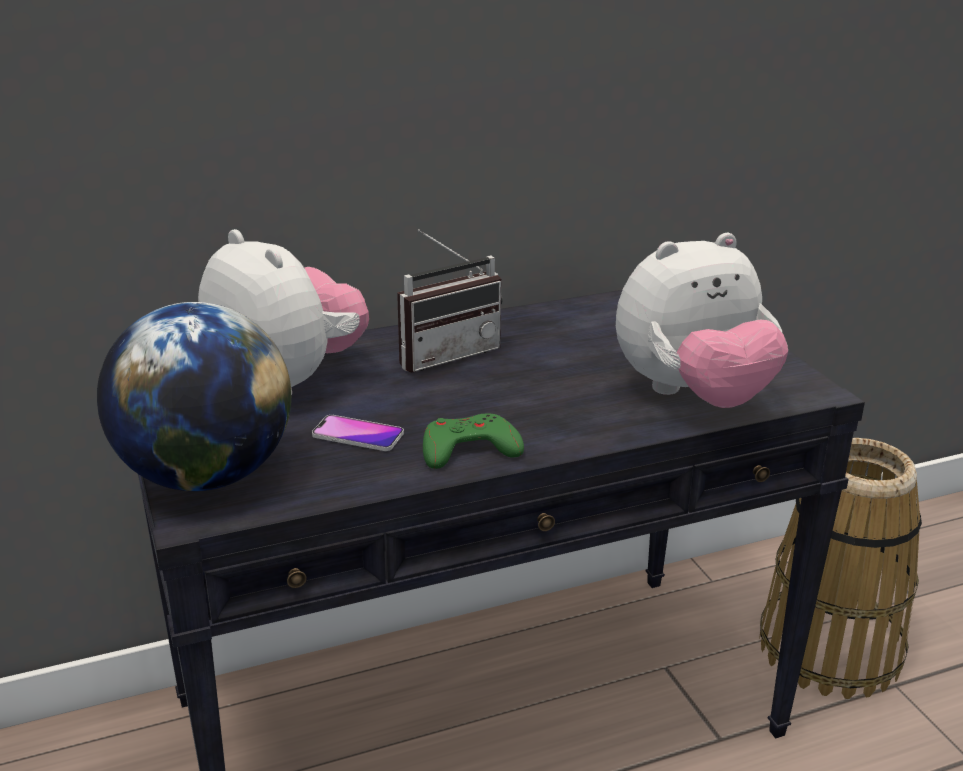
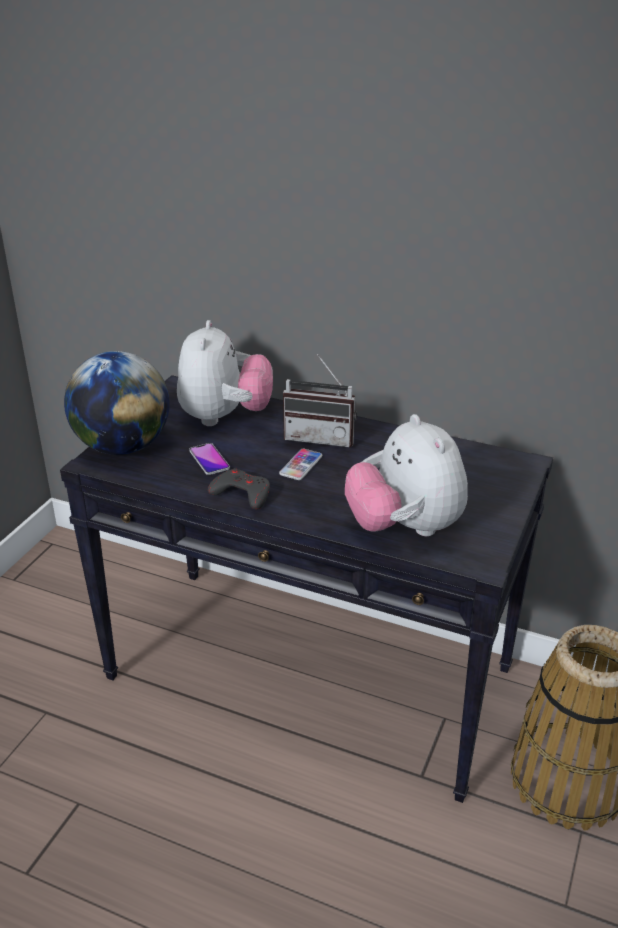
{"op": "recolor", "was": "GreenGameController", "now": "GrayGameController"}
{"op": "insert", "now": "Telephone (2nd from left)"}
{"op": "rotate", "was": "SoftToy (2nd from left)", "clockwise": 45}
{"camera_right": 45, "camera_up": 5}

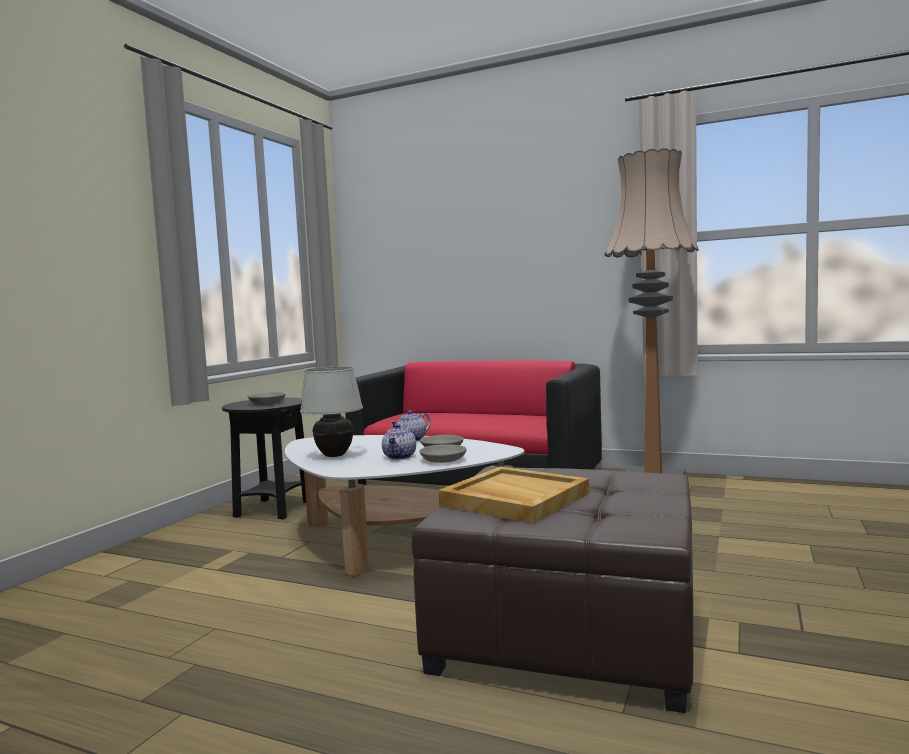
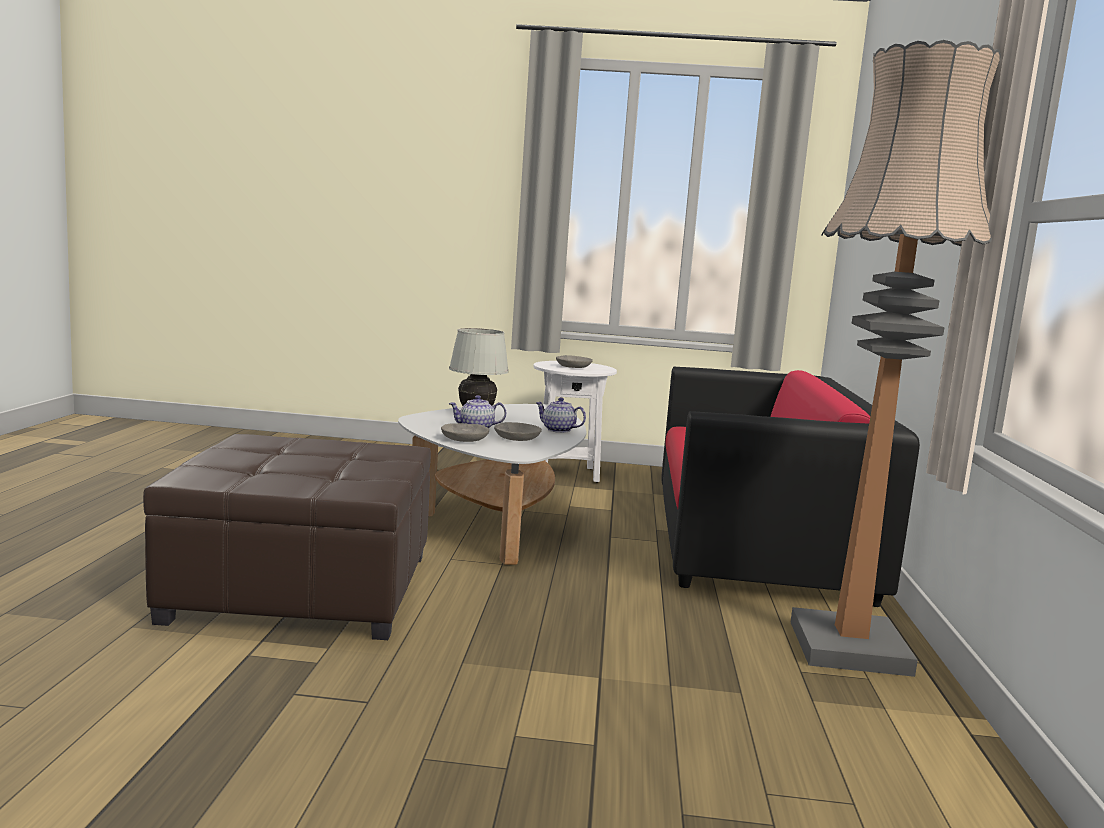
{"op": "recolor", "was": "BlackColouredEndTable", "now": "WhiteEndTable"}
{"op": "delete", "was": "SandColouredCarryingTray"}
{"camera_right": 70, "camera_up": 5}

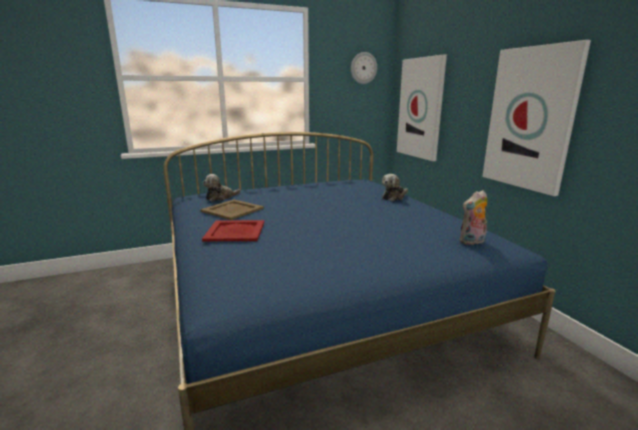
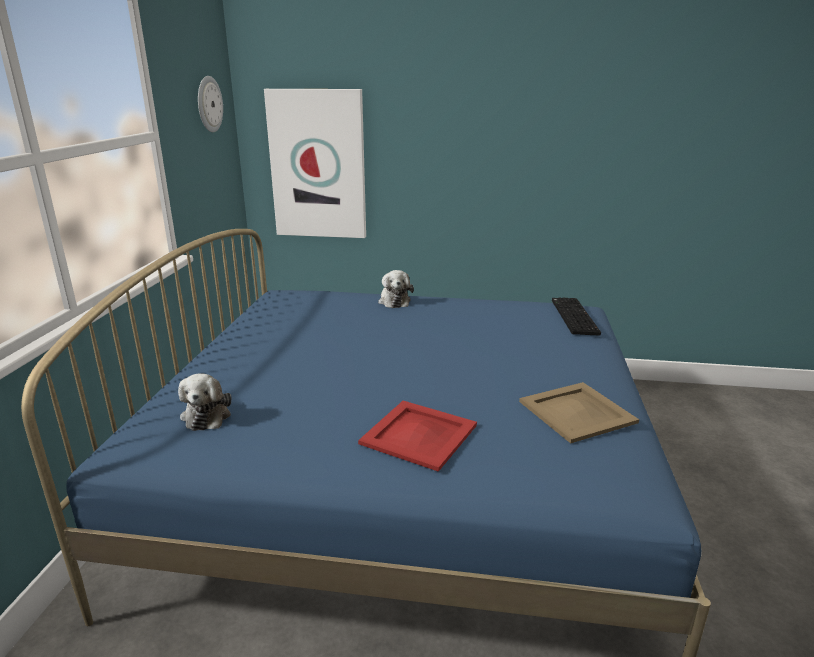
{"op": "move", "was": "SandColouredCarryingTray"}
{"op": "replace", "was": "SoftToy (3rd from left)", "now": "ComputerKeyboard"}
{"op": "delete", "was": "WallPicture (2nd from left)"}
{"camera_right": -60, "camera_up": 5}

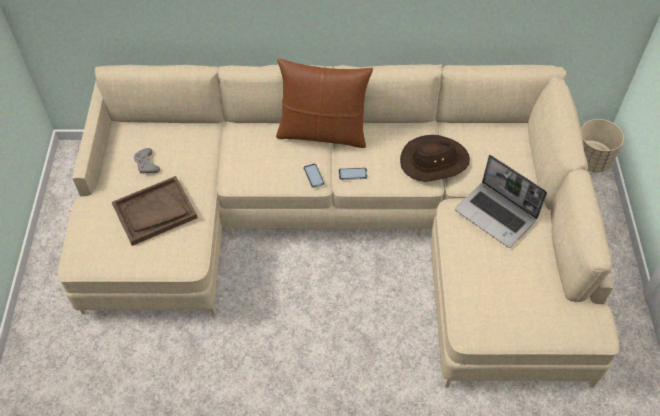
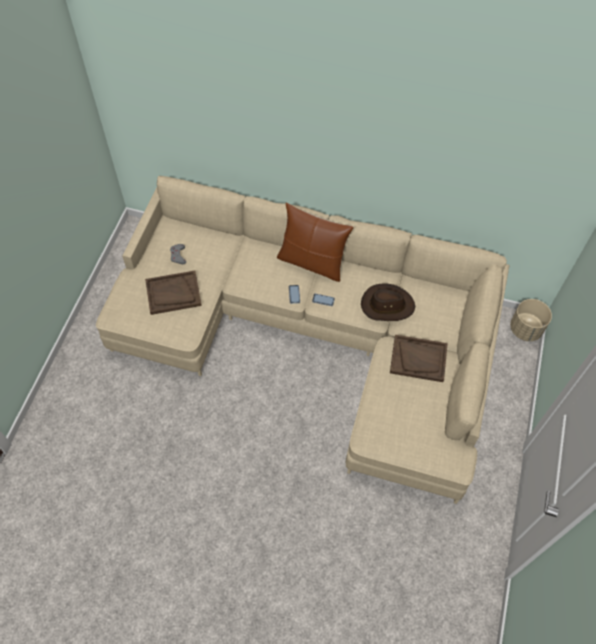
{"op": "replace", "was": "PortableComputer", "now": "BrownColouredCarryingTray (2nd from left)"}
{"camera_right": 15, "camera_up": 5}

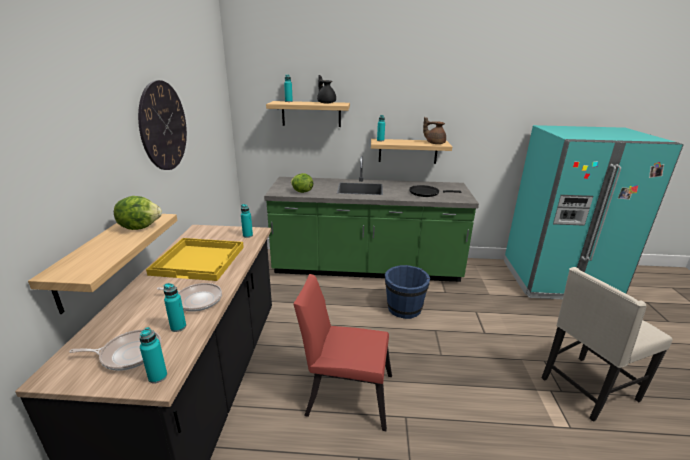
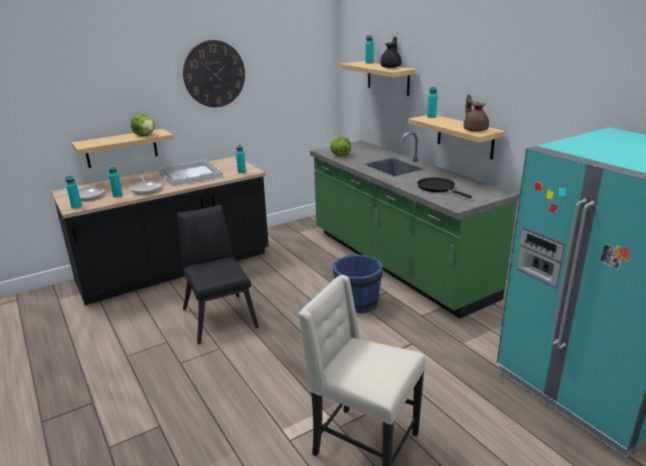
{"op": "recolor", "was": "YellowColouredCarryingTray", "now": "WhiteCarryingTray"}
{"op": "recolor", "was": "ReddishPlainChair", "now": "BlackColouredPlainChair"}
{"camera_right": 55, "camera_up": 0}

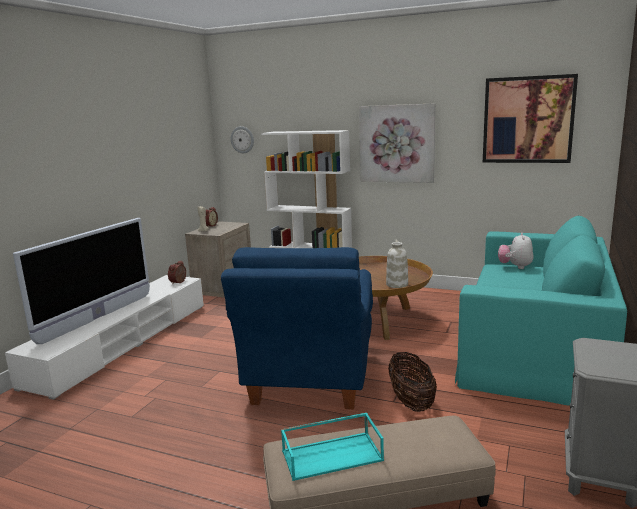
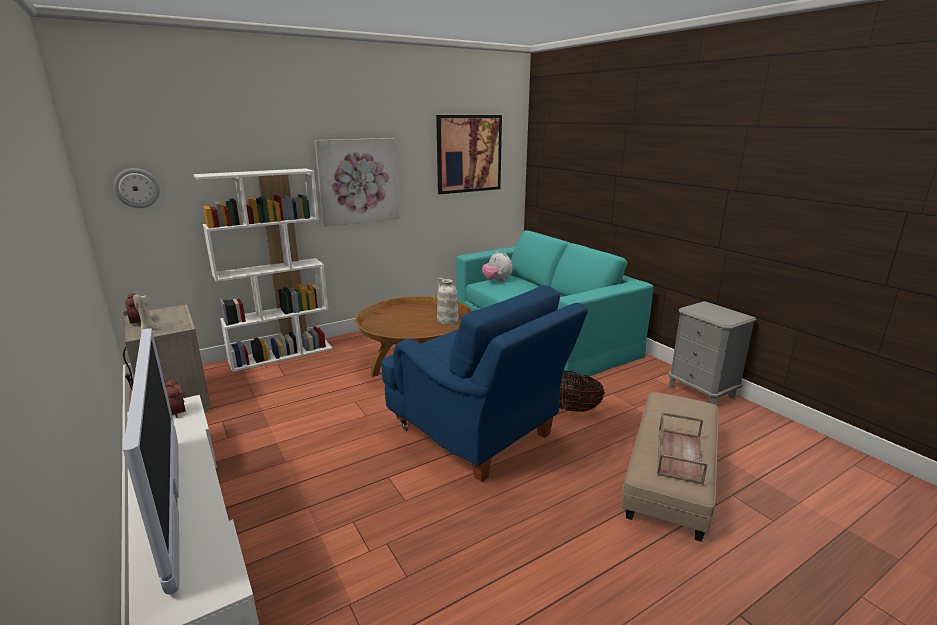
{"op": "recolor", "was": "TurquoiseColouredCarryingTray", "now": "BrownColouredCarryingTray"}
{"camera_right": -55, "camera_up": 5}

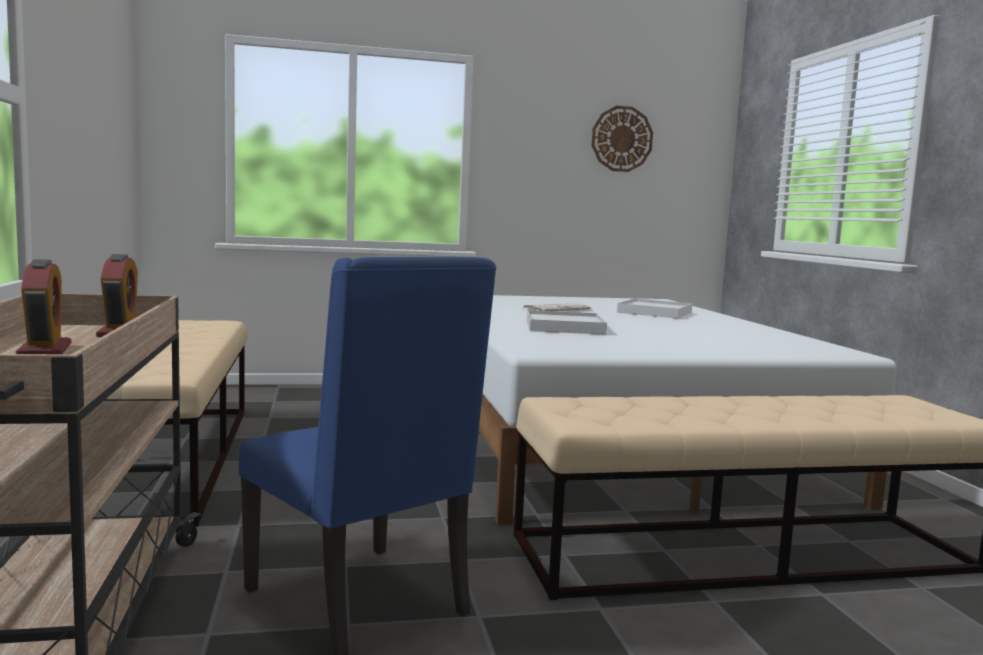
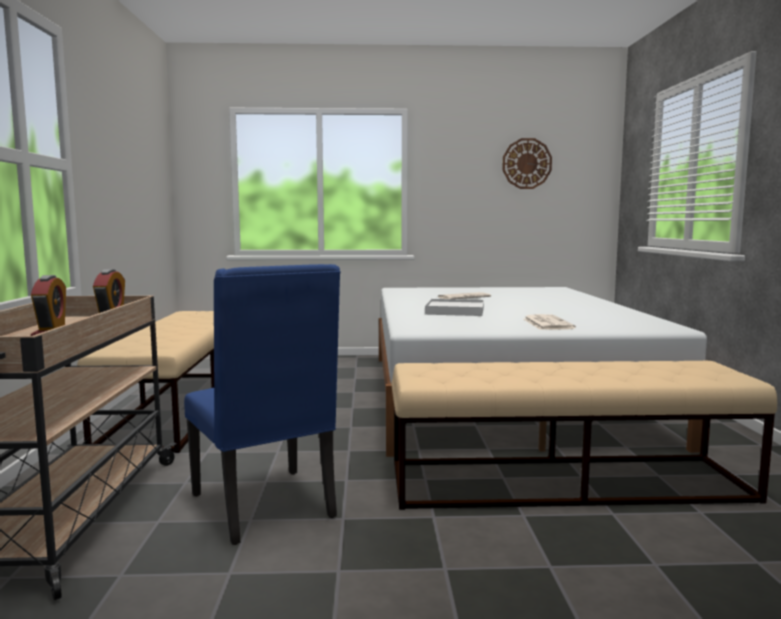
{"op": "insert", "now": "PrintedPaper (2nd from left)"}
{"op": "delete", "was": "WhiteCarryingTray (2nd from left)"}
{"camera_right": 10, "camera_up": 0}

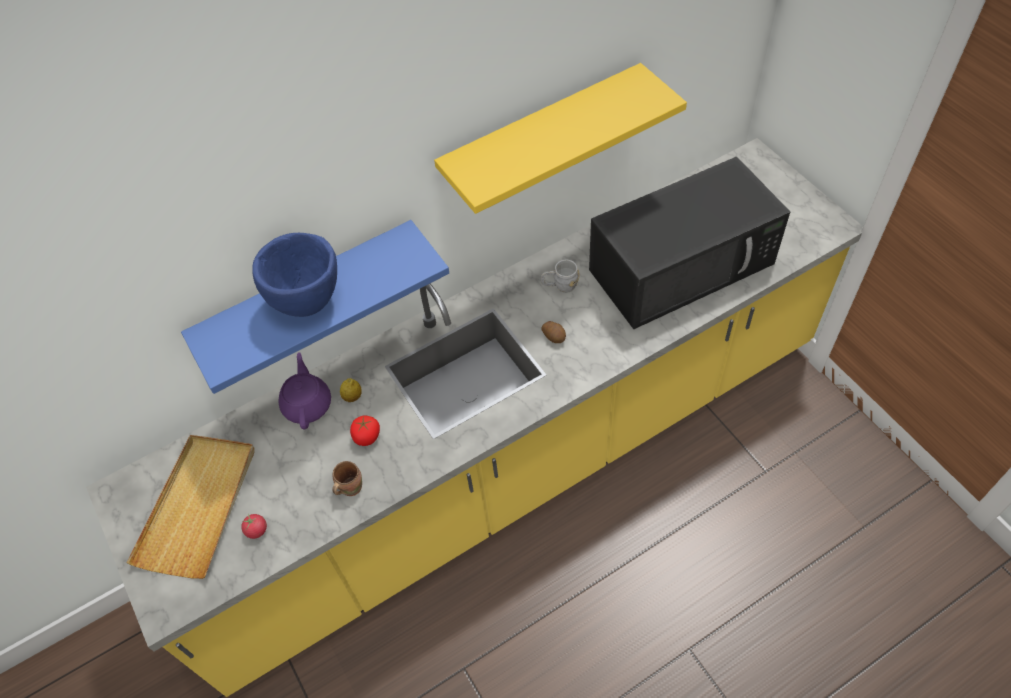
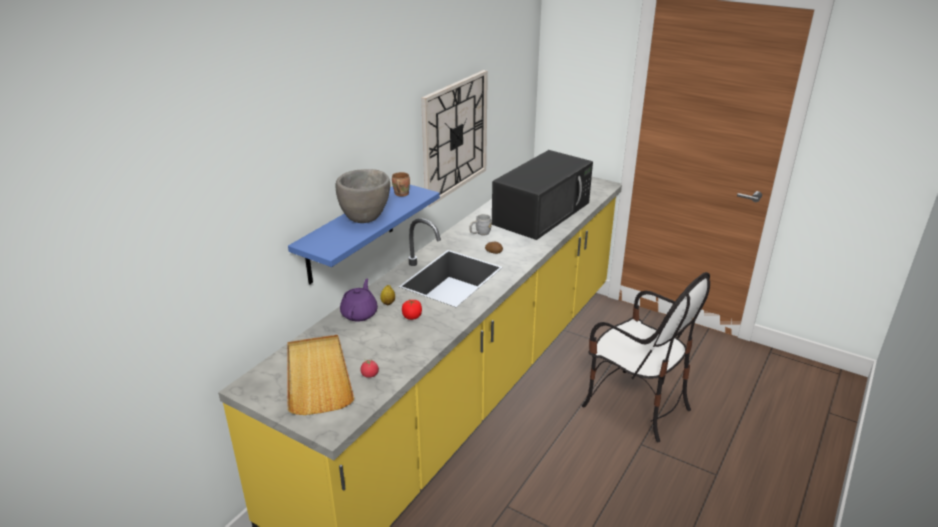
{"op": "recolor", "was": "BlueColouredBowl", "now": "GrayBowl"}
{"op": "rotate", "was": "PurplishTeapot", "clockwise": 45}
{"op": "move", "was": "BrownColouredTeaMug"}
{"op": "replace", "was": "YellowColouredWallShelf", "now": "WallClock"}
{"op": "insert", "now": "PlainChair"}
{"camera_right": -30, "camera_up": -25}

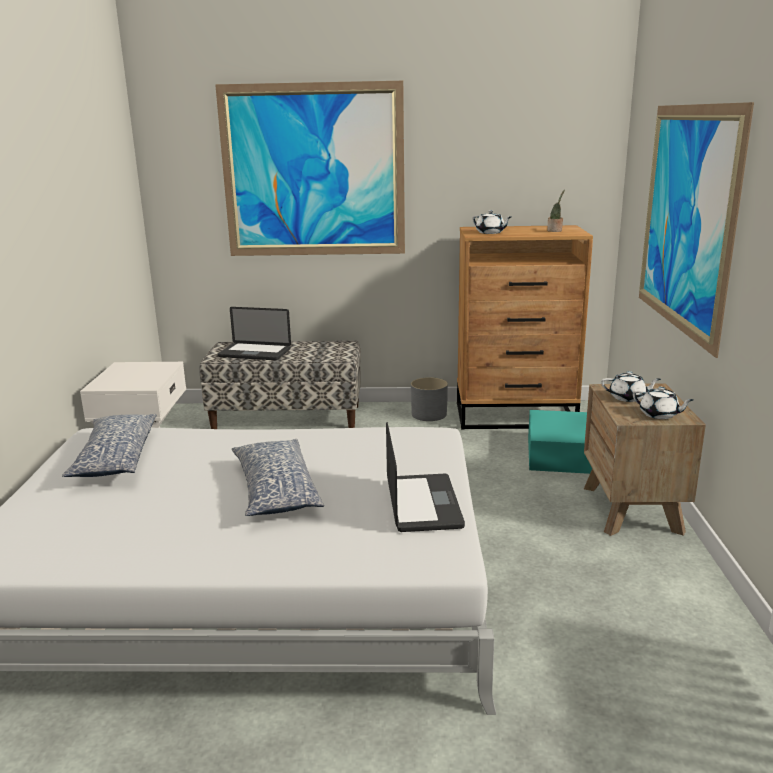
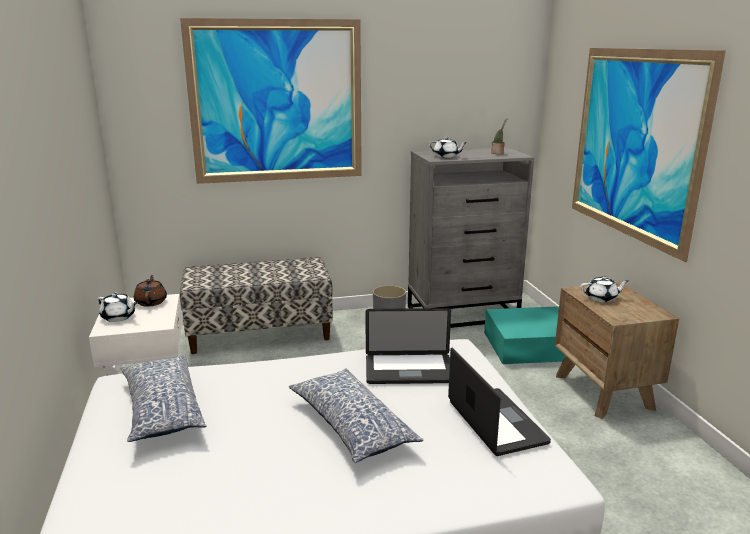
{"op": "move", "was": "WhiteTeapot (3rd from left in the first image)", "now": "WhiteTeapot (1st from left)"}
{"op": "insert", "now": "BrownColouredTeapot"}
{"op": "move", "was": "PortableComputer (1st from left)"}
{"op": "recolor", "was": "BrownColouredChestOfDrawers", "now": "GrayChestOfDrawers"}
{"camera_right": -15, "camera_up": 0}

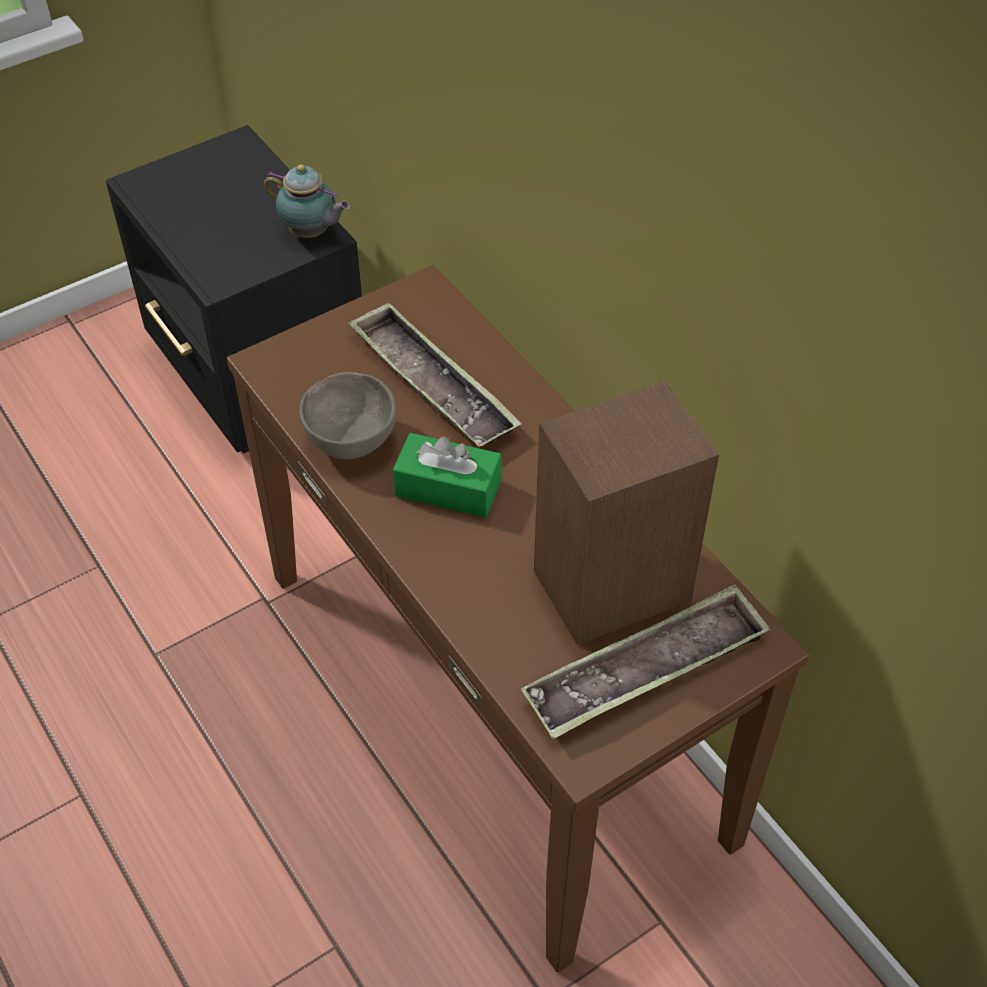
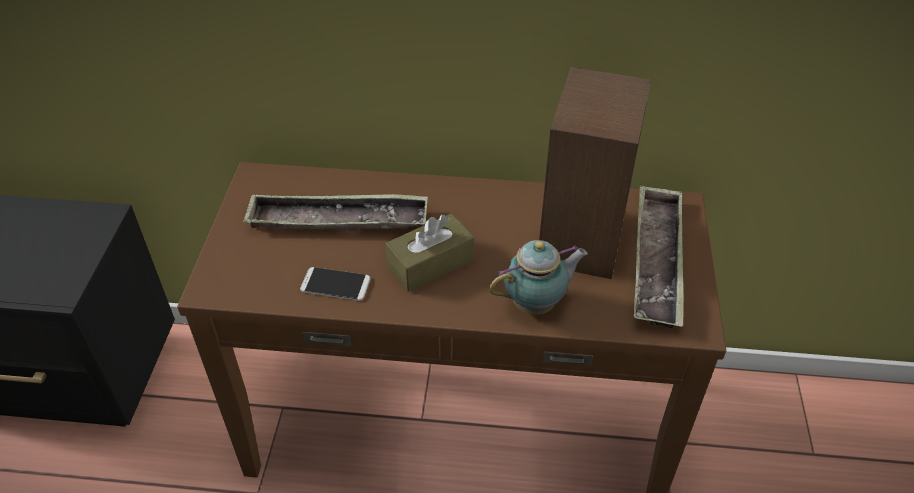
{"op": "replace", "was": "GrayBowl", "now": "Telephone"}
{"op": "recolor", "was": "GreenBoxOfTissues", "now": "BrownColouredBoxOfTissues"}
{"op": "move", "was": "Teapot"}
{"camera_right": -50, "camera_up": -5}

